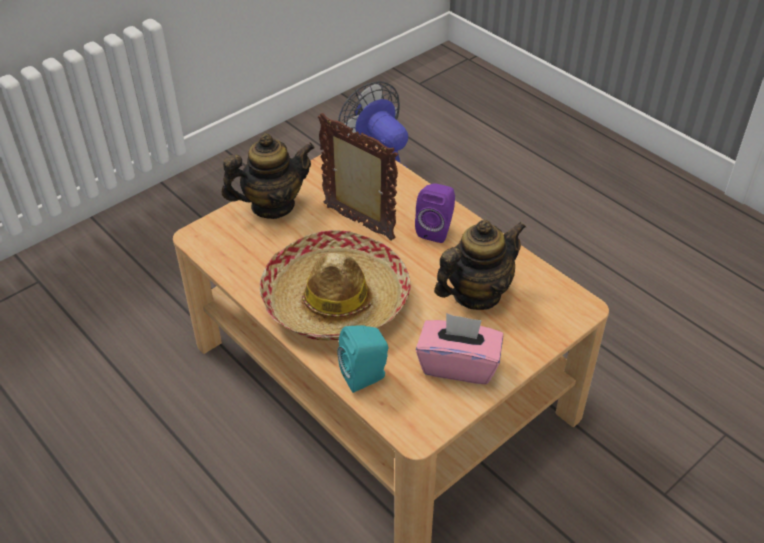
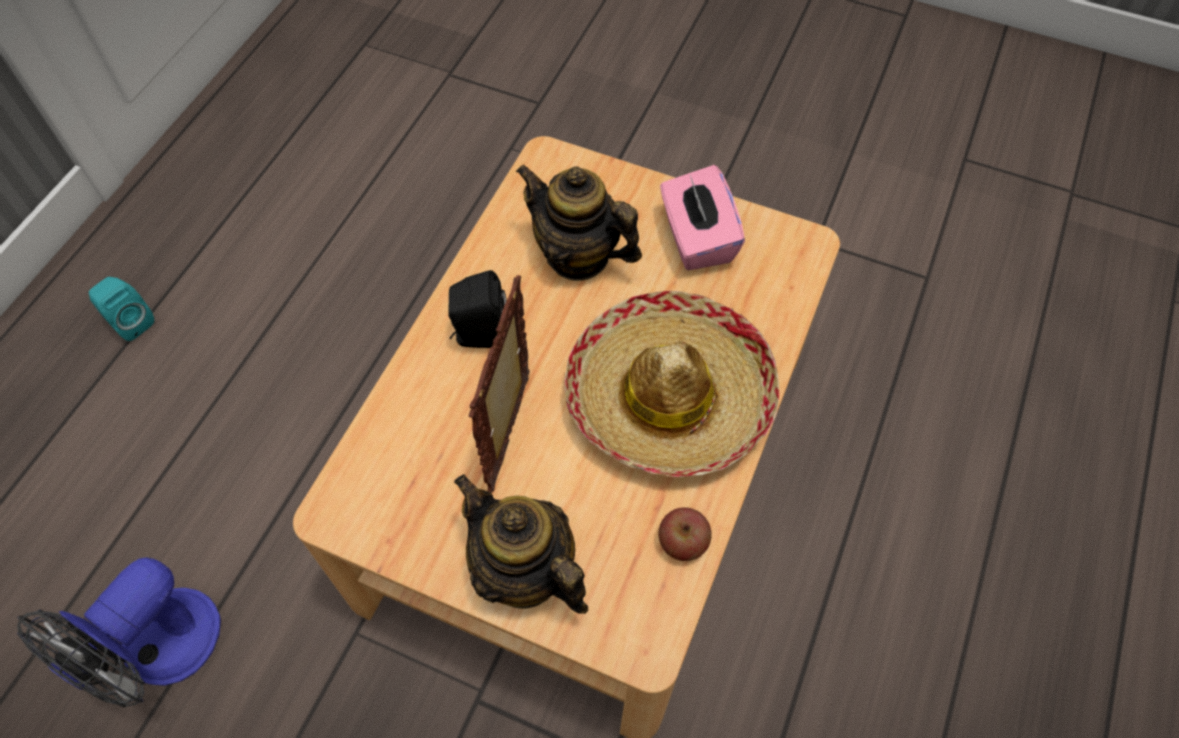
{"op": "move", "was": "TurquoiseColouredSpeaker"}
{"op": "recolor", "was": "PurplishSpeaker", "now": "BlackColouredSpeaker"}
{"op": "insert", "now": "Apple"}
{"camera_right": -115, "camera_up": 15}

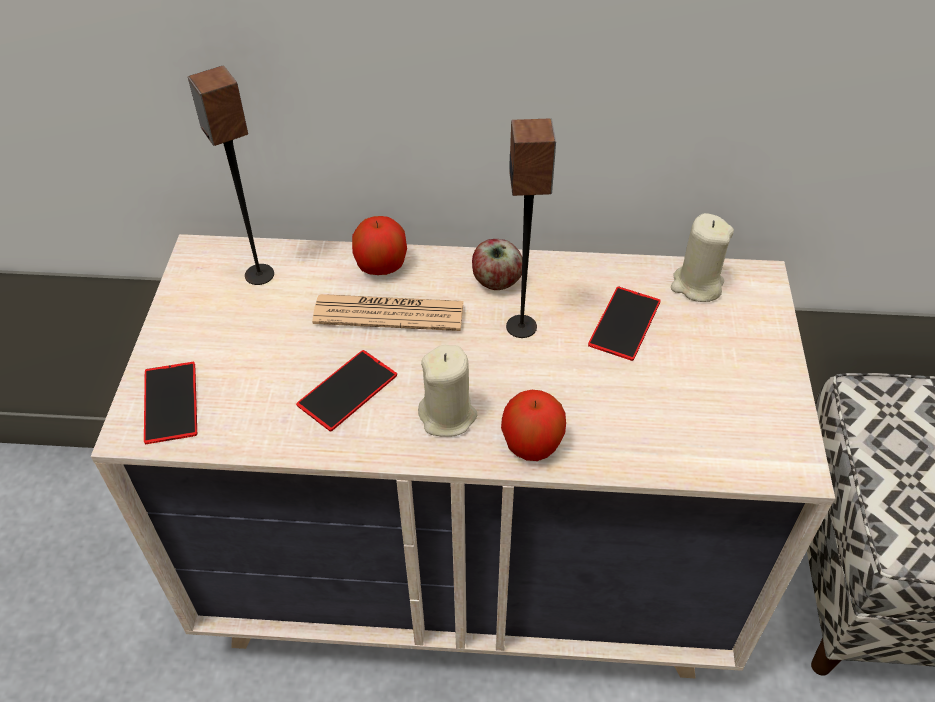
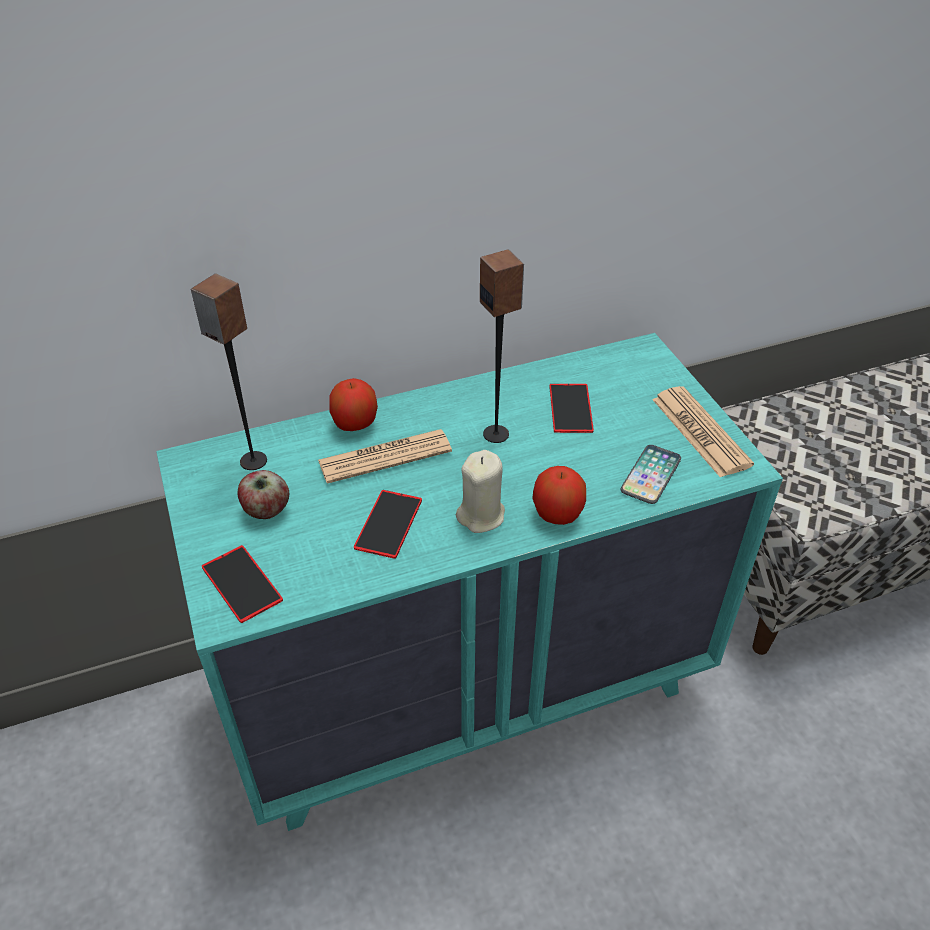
{"op": "recolor", "was": "SandColouredChestOfDrawers", "now": "TurquoiseColouredChestOfDrawers"}
{"op": "move", "was": "Apple (2nd from left in the first image)", "now": "Apple (1st from left)"}
{"op": "insert", "now": "Telephone (4th from left)"}
{"op": "insert", "now": "PrintedPaper (2nd from left)"}
{"op": "delete", "was": "SandColouredWaxLight (2nd from left)"}
{"camera_right": -25, "camera_up": -5}

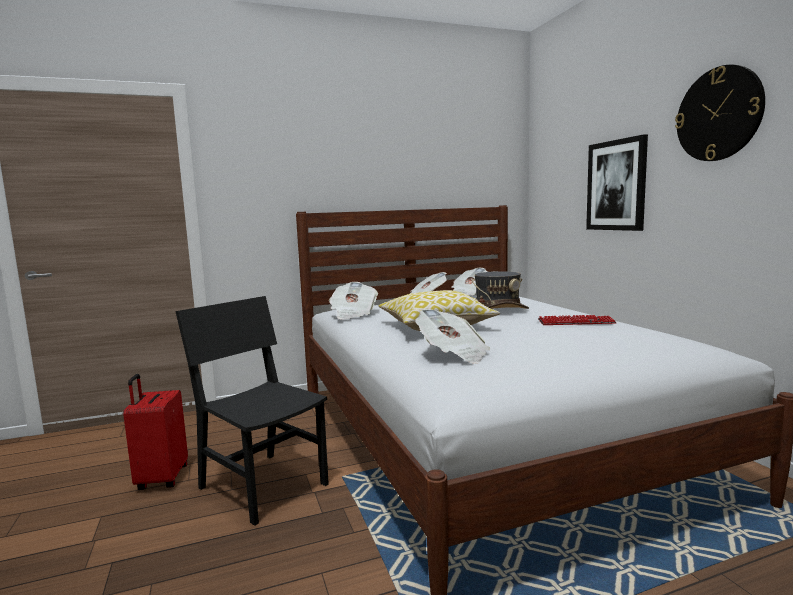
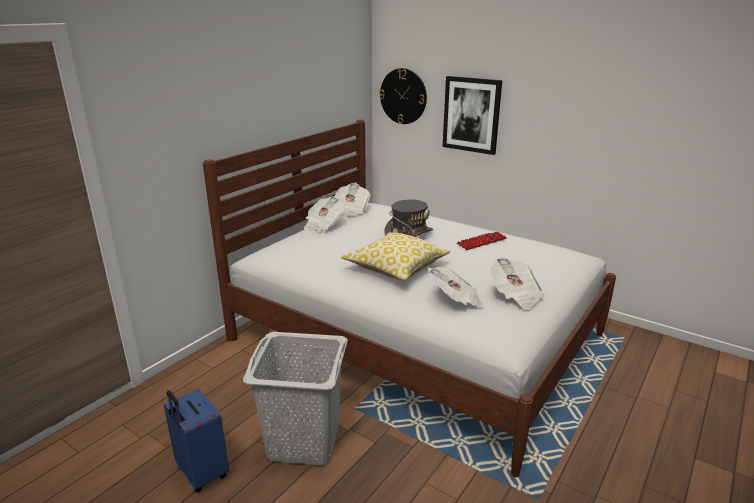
{"op": "recolor", "was": "ReddishPieceOfLuggage", "now": "BlueColouredPieceOfLuggage"}
{"op": "replace", "was": "BlackColouredPlainChair", "now": "GrayLaundryBasket"}
{"op": "move", "was": "WallClock"}
{"op": "move", "was": "PrintedPaper (1st from left in the first image)", "now": "PrintedPaper (4th from left)"}
{"camera_right": -35, "camera_up": 15}

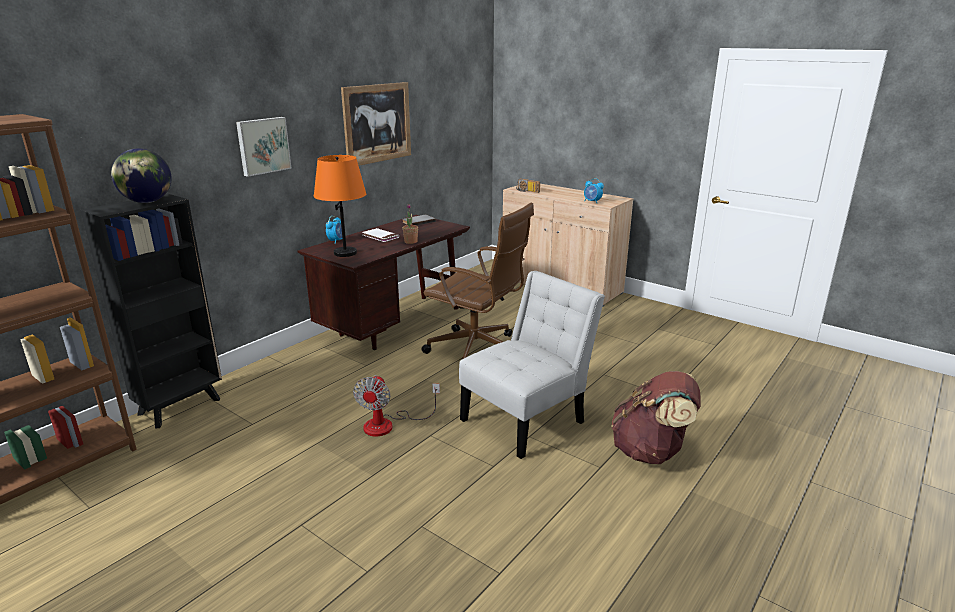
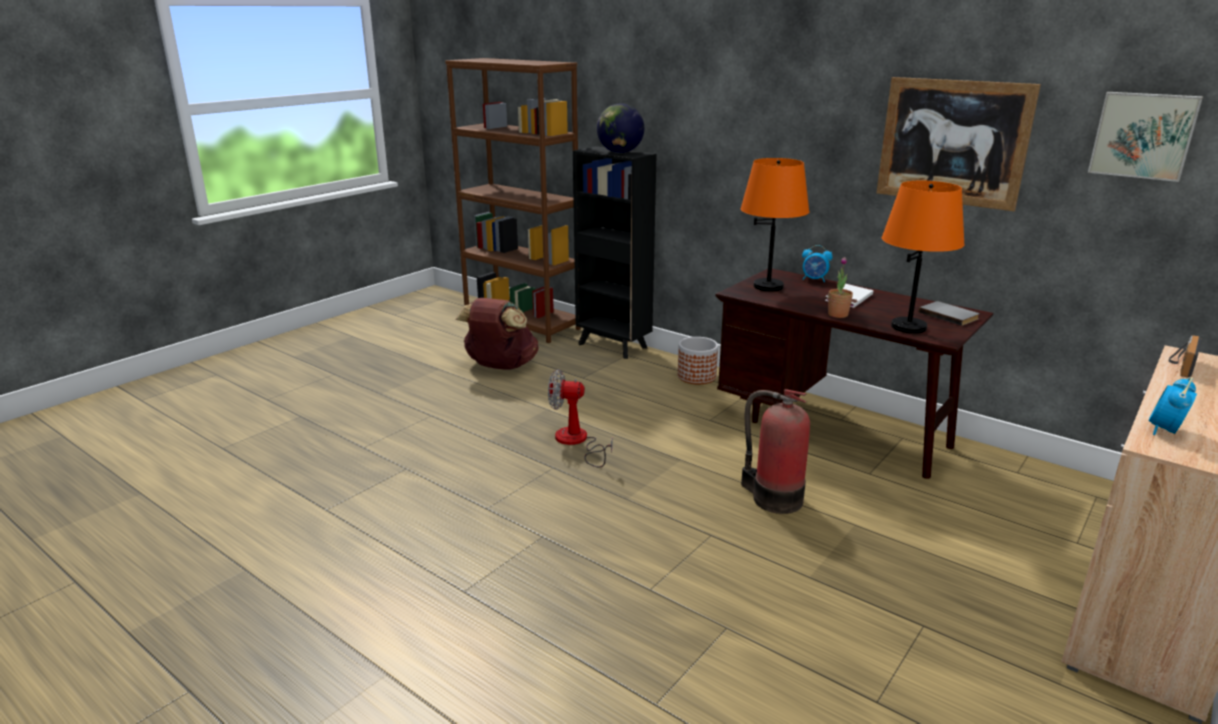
{"op": "move", "was": "BrownColouredKnapsack"}
{"op": "insert", "now": "FlowerPot"}
{"op": "replace", "was": "BrownColouredComputerChair", "now": "FireExtinguisher"}
{"op": "insert", "now": "OrangeyLampForATable (2nd from left)"}
{"op": "move", "was": "WallPicture (1st from left in the first image)", "now": "WallPicture (2nd from left)"}
{"op": "delete", "was": "WhitePlainChair"}
{"camera_right": 90, "camera_up": 0}

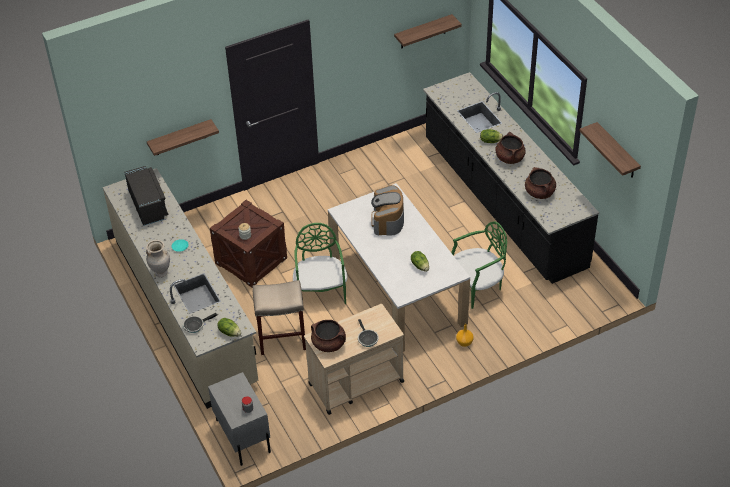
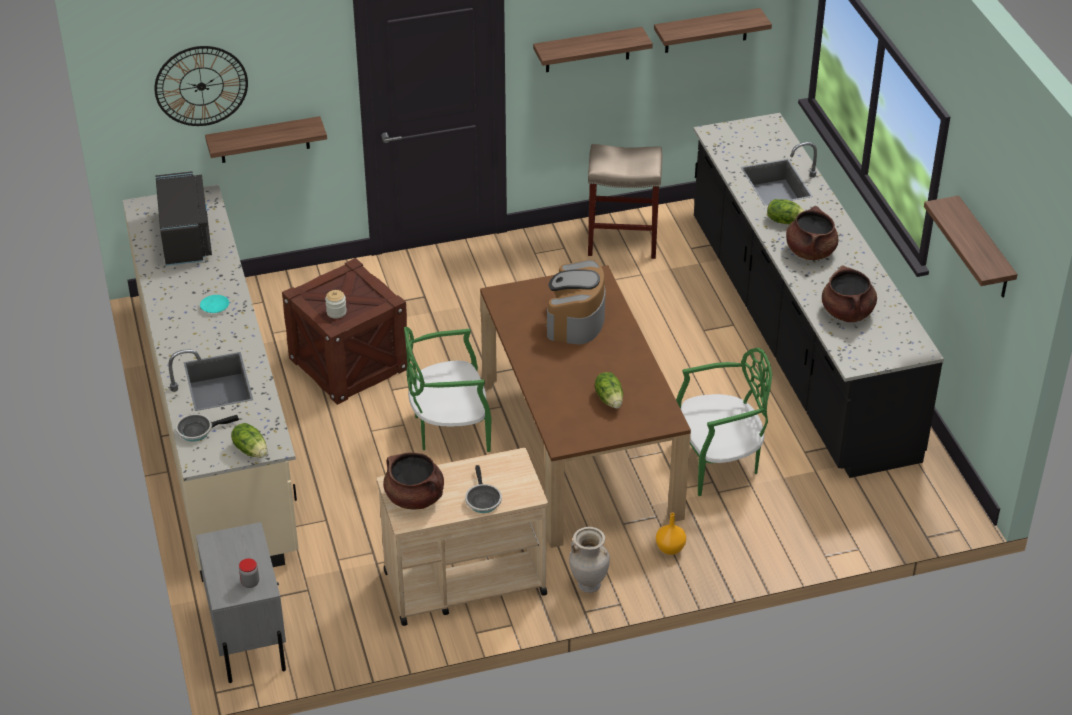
{"op": "insert", "now": "WallClock"}
{"op": "rotate", "was": "GreenPlainChair (1st from left)", "clockwise": -105}
{"op": "recolor", "was": "WhiteKitchenTable", "now": "BrownColouredKitchenTable"}
{"op": "insert", "now": "WallShelf (2nd from left)"}
{"op": "move", "was": "SandColouredDecorativeVase"}
{"op": "move", "was": "SandColouredStool"}
{"camera_right": 10, "camera_up": -5}

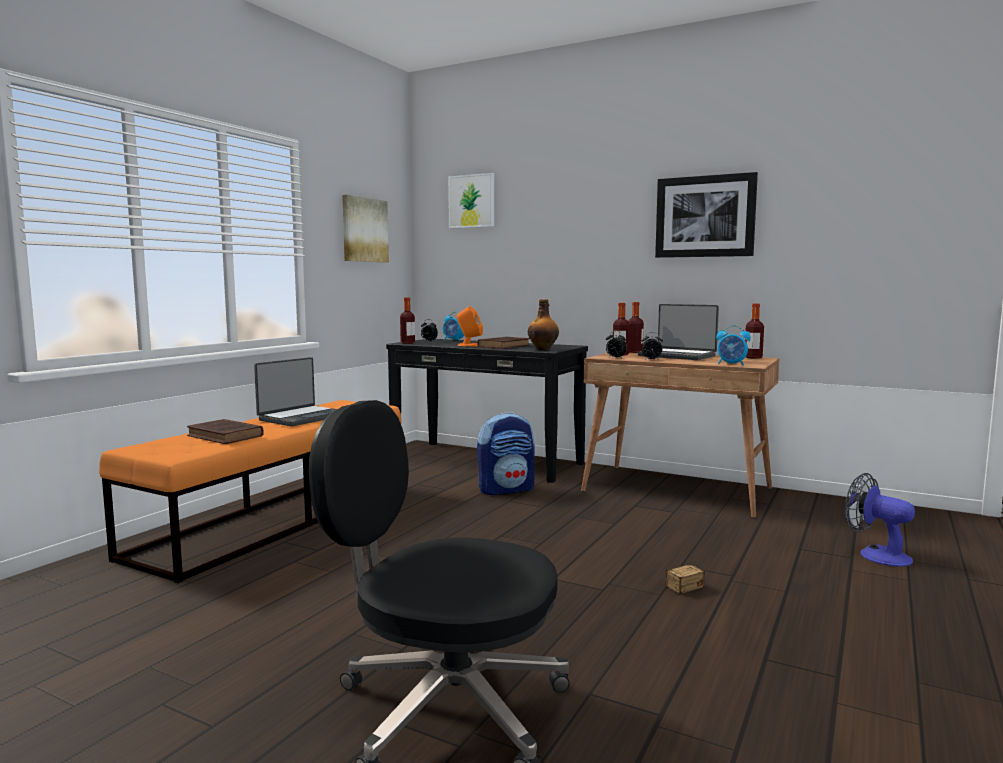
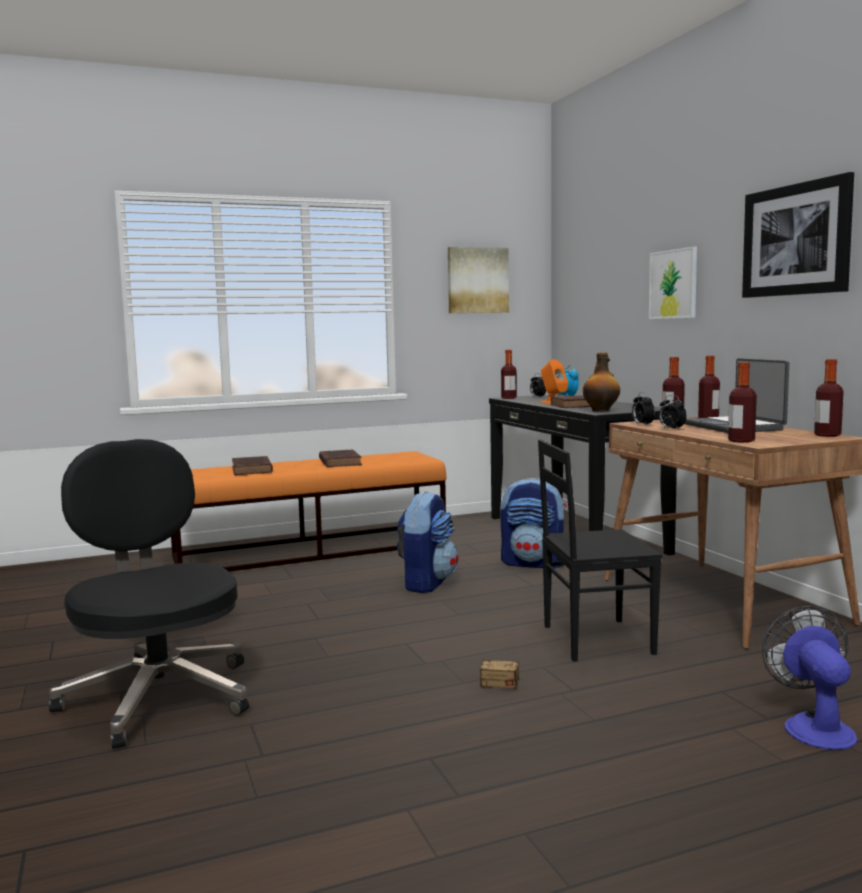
{"op": "replace", "was": "PortableComputer (1st from left)", "now": "BrownColouredBoundBook (2nd from left)"}
{"op": "insert", "now": "Knapsack (1st from left)"}
{"op": "insert", "now": "BlackColouredPlainChair"}
{"op": "move", "was": "WallPicture (2nd from left)"}
{"op": "replace", "was": "AlarmClock (5th from left)", "now": "BeverageBottle (5th from left)"}
{"camera_right": 40, "camera_up": 0}

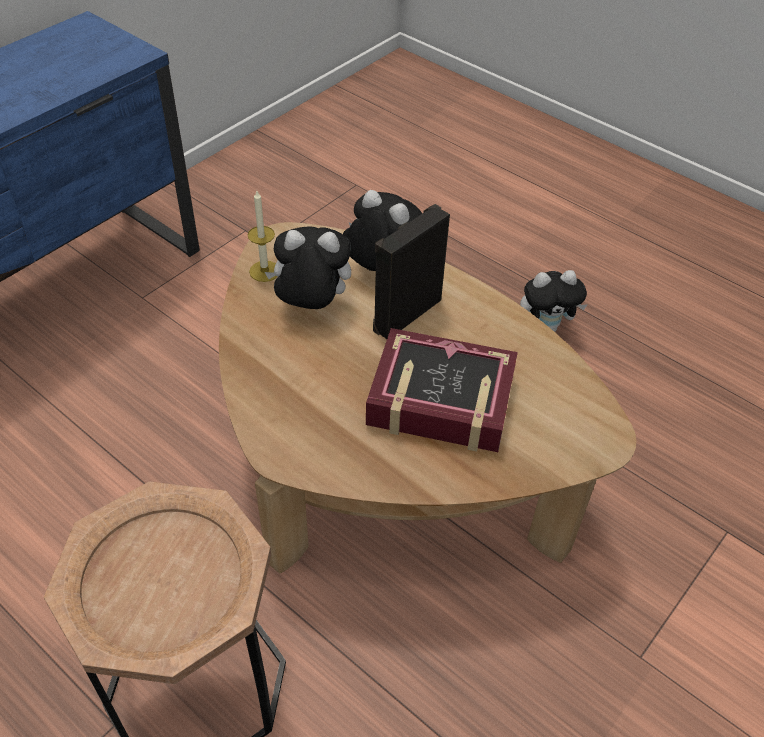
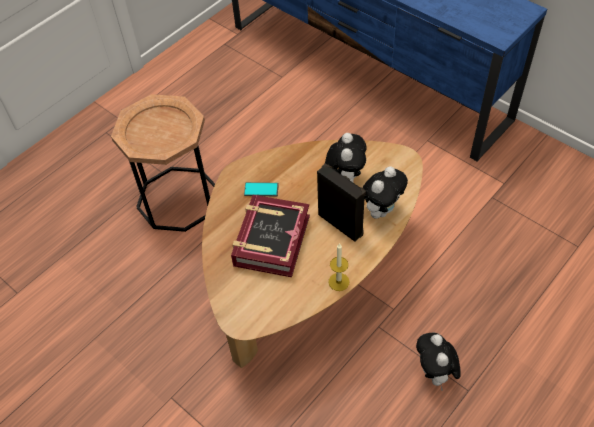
{"op": "insert", "now": "Telephone"}
{"op": "move", "was": "WaxLight"}
{"camera_right": 95, "camera_up": 5}

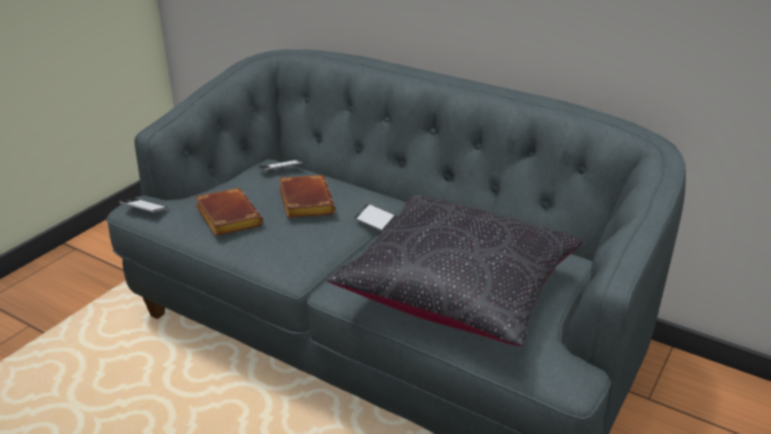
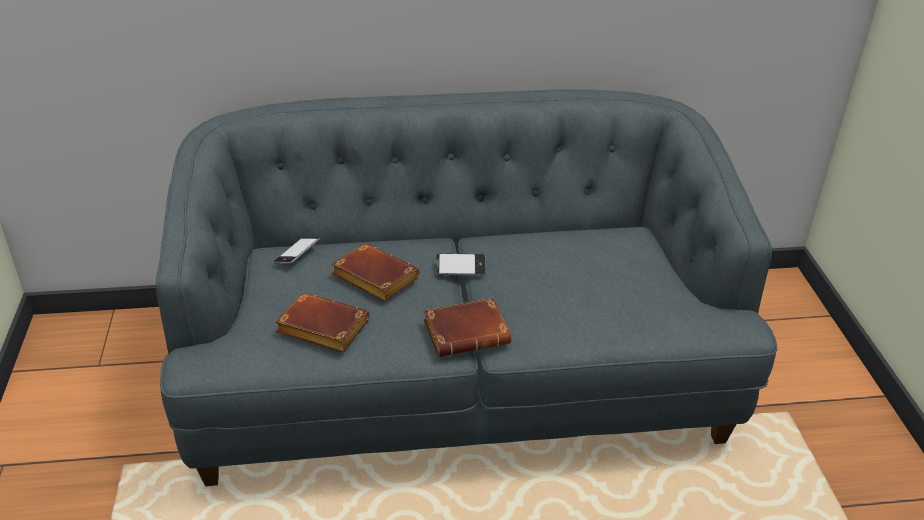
{"op": "insert", "now": "BrownColouredBoundBook (3rd from left)"}
{"op": "delete", "was": "Telephone (1st from left)"}
{"op": "delete", "was": "BlackColouredCushion"}
{"camera_right": -40, "camera_up": 5}

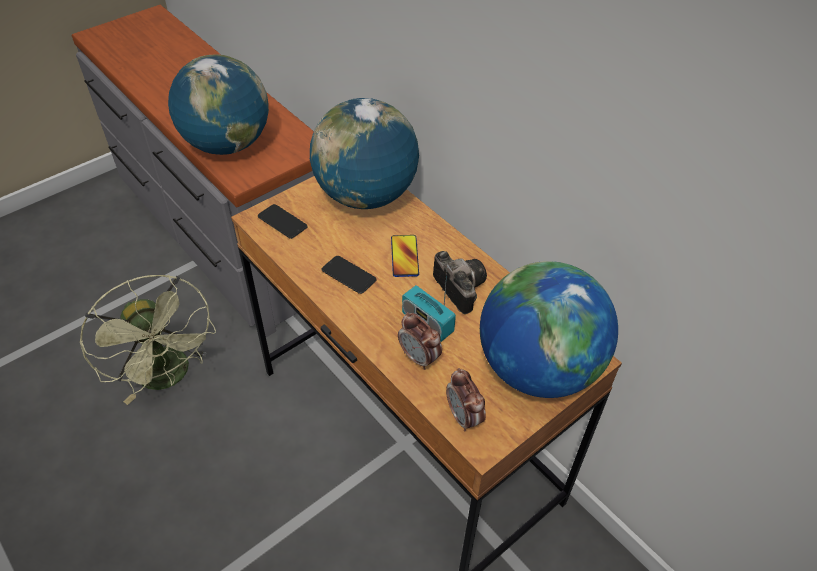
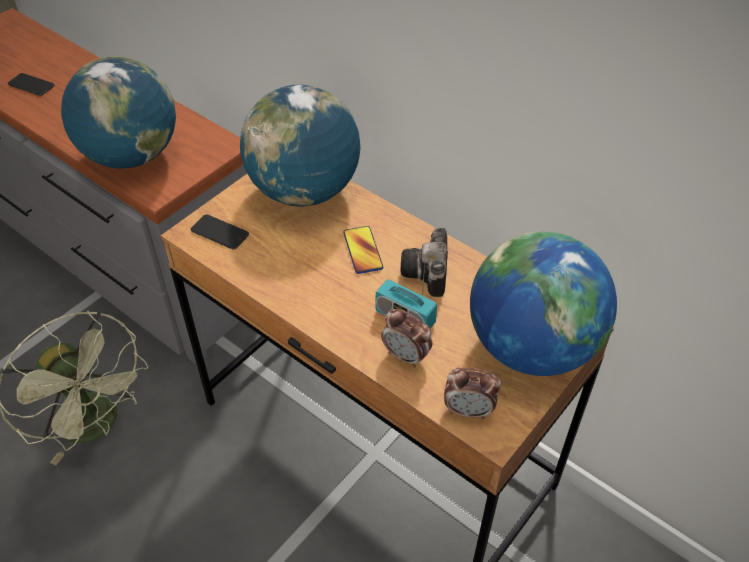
{"op": "move", "was": "Telephone (2nd from left in the first image)", "now": "Telephone (1st from left)"}
{"op": "rotate", "was": "StillCamera", "clockwise": -135}
{"op": "rotate", "was": "AlarmClock (2nd from left)", "clockwise": -45}
{"camera_right": -10, "camera_up": 0}

